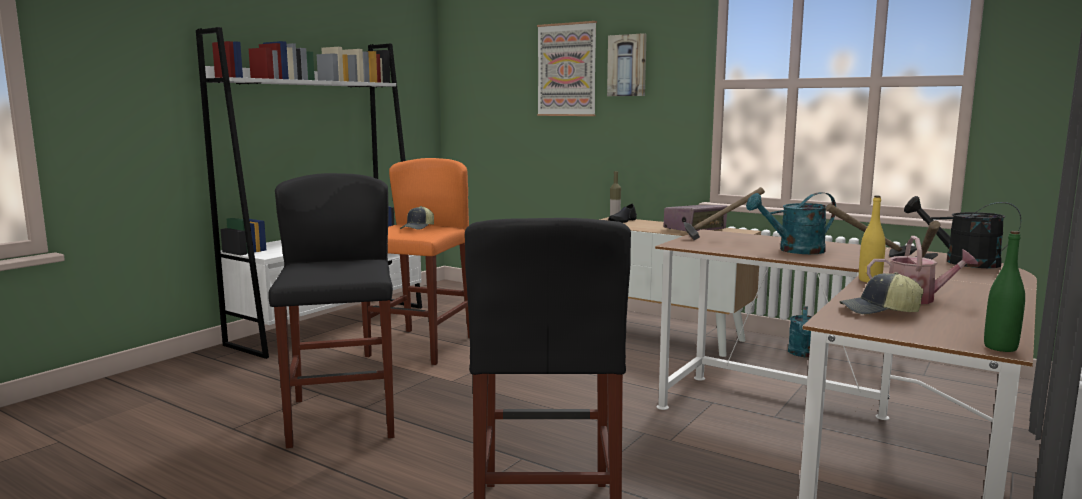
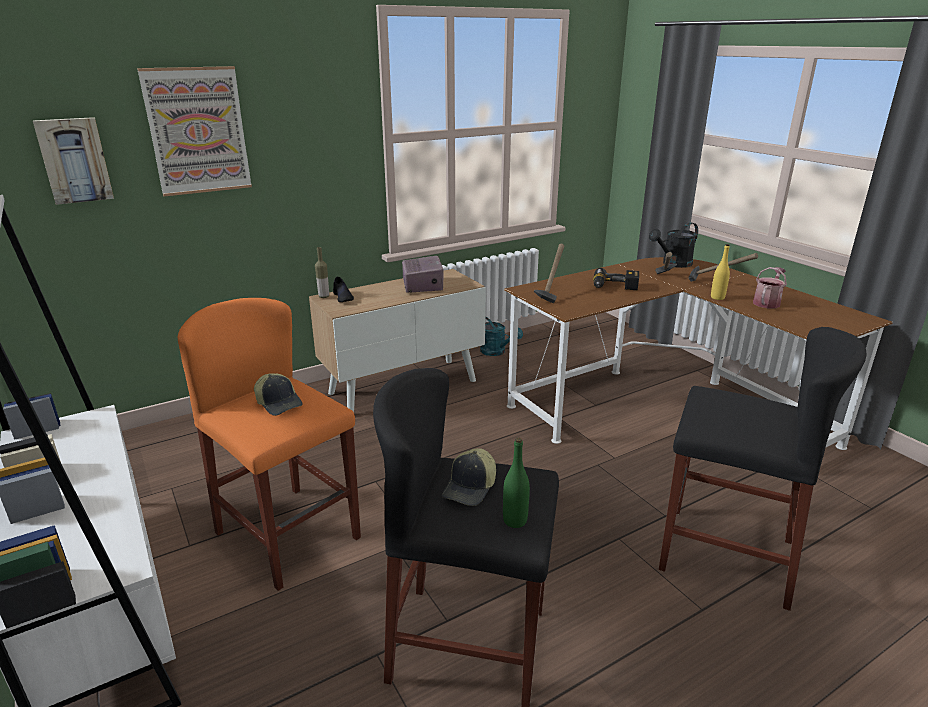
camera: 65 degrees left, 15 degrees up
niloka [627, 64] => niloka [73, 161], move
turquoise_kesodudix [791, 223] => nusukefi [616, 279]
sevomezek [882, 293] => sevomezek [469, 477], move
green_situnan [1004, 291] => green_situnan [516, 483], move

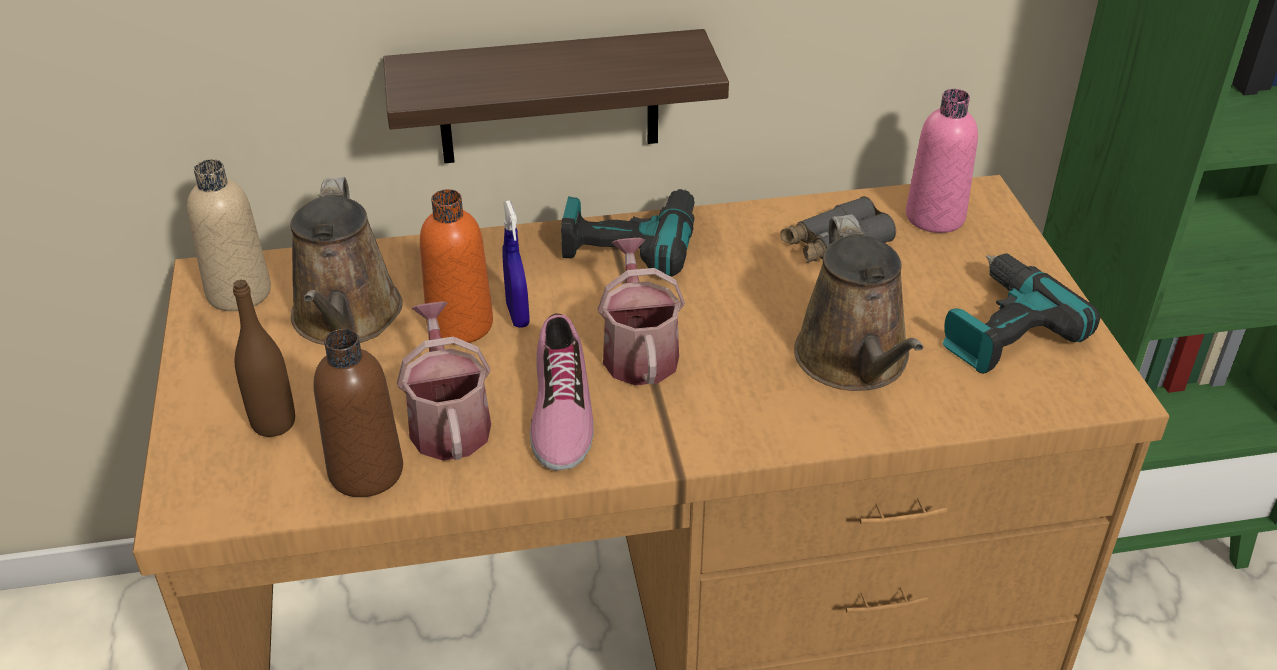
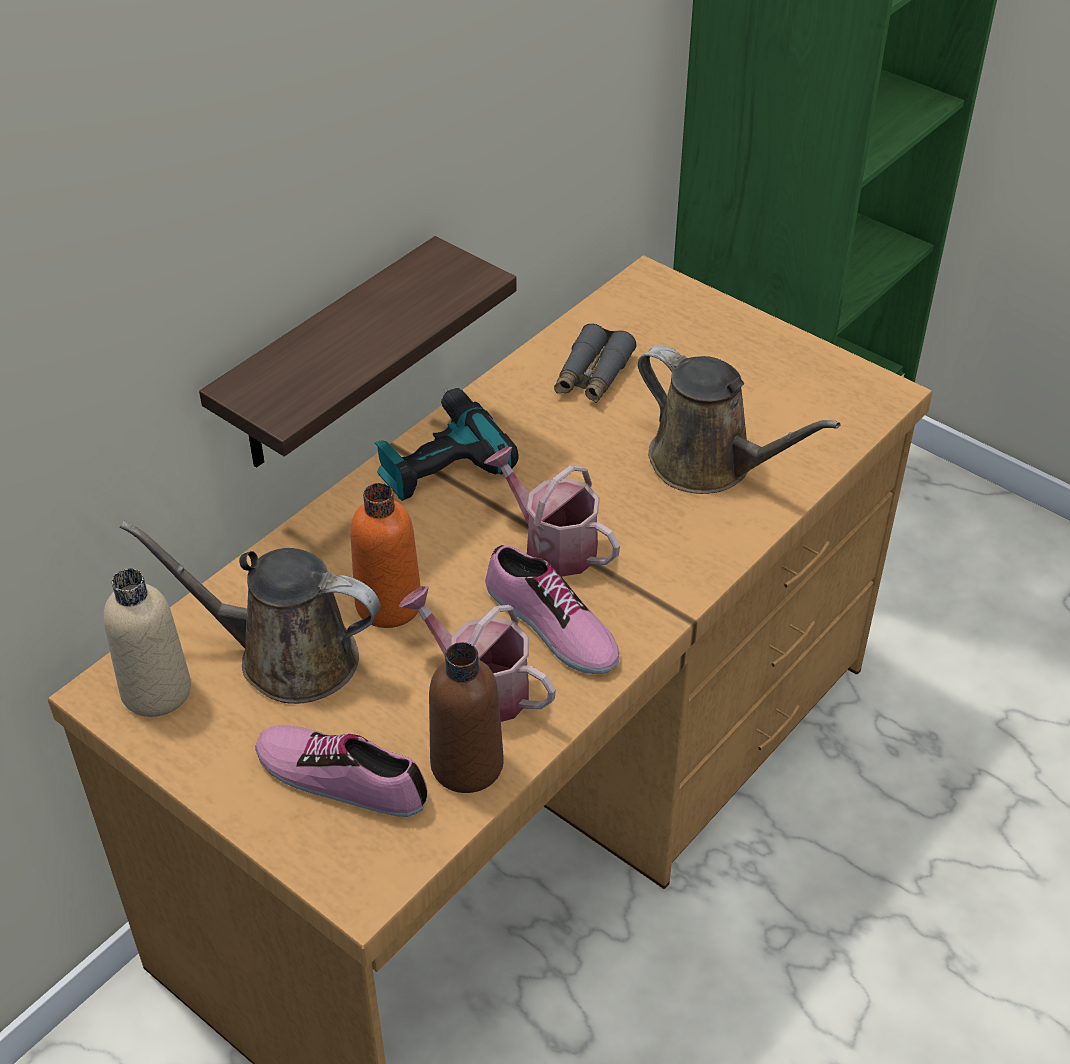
camera: 40 degrees left, 5 degrees up
brown_situnan [264, 358] => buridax [341, 771]
brown_kesodudix [346, 261] => brown_kesodudix [250, 612], 150 degrees clockwise
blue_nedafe [516, 264] => nothing
pink_situnan [942, 161] => nothing
nusukefi [1021, 313] => nothing

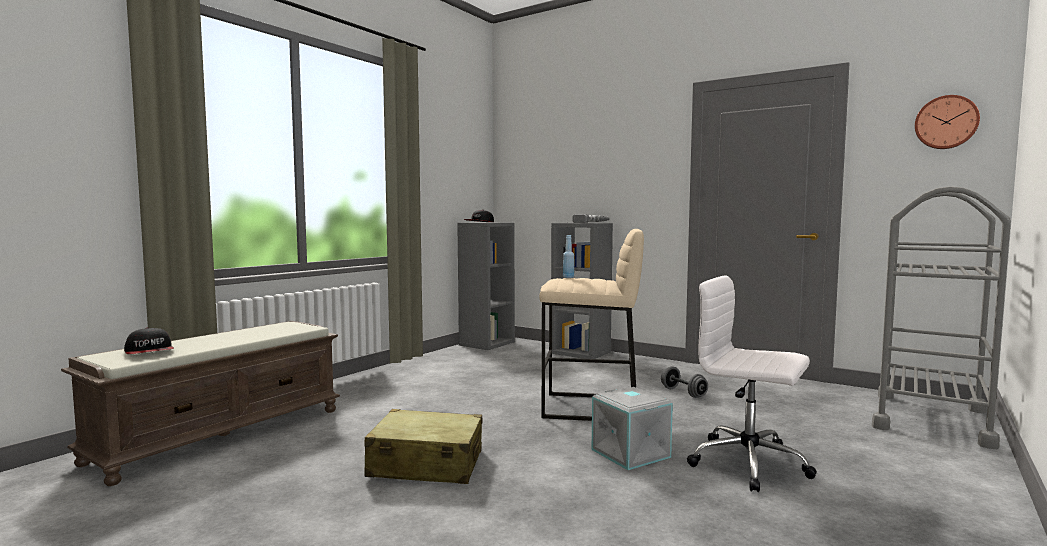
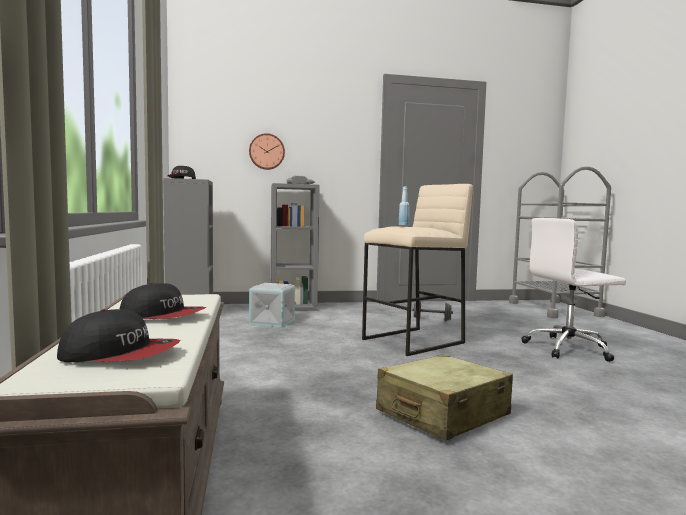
camera: 45 degrees left, 0 degrees up
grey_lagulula [632, 428] => grey_lagulula [272, 305], move
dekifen [947, 122] => dekifen [267, 151], move
nothing => sevomezek [163, 301]

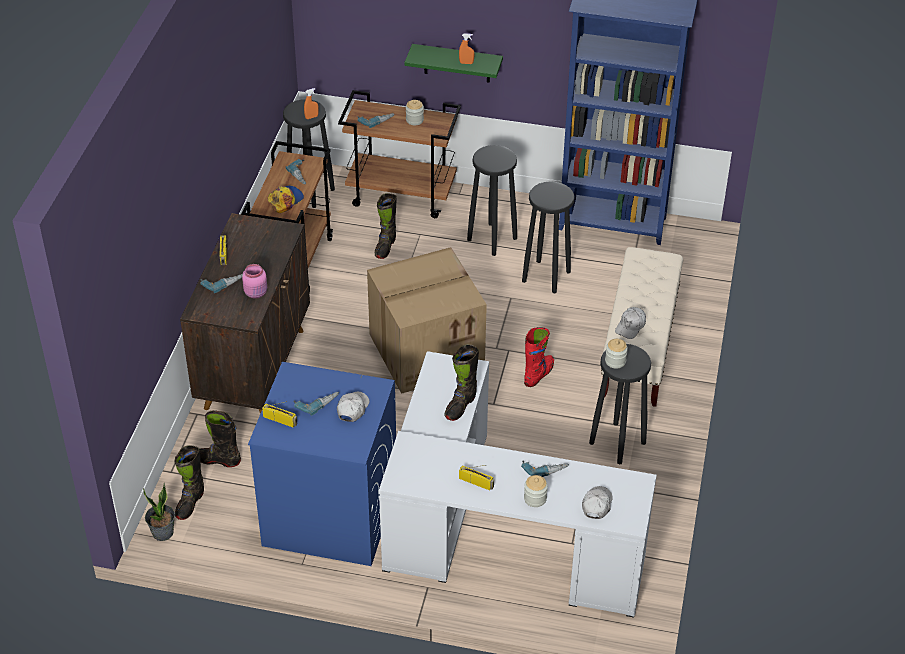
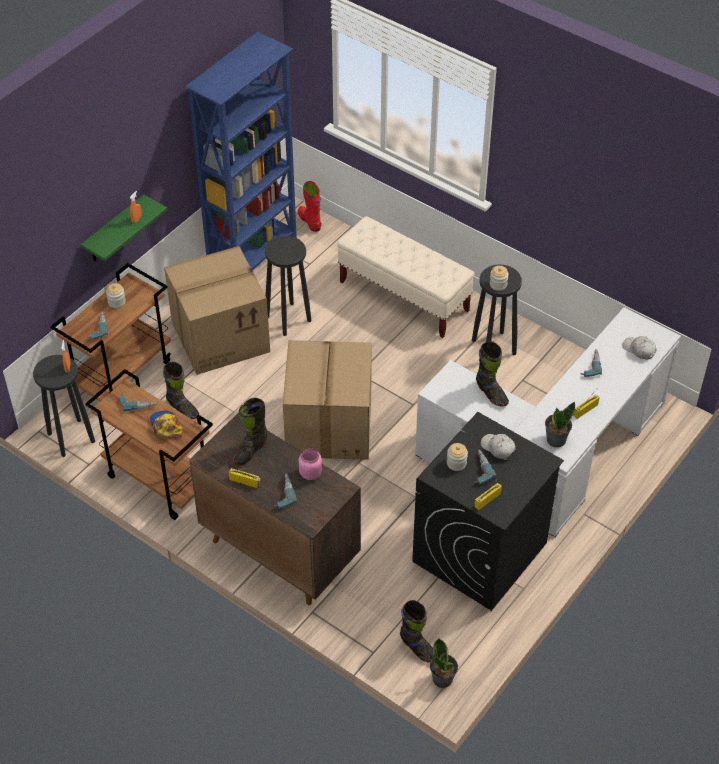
camera: 65 degrees left, 5 degrees up
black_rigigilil [220, 438] => black_rigigilil [250, 431], move
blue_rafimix [322, 464] => black_rafimix [488, 511]
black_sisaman [492, 200] => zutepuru [217, 310]
red_rigigilil [539, 357] => red_rigigilil [310, 206], move
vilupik [536, 491] => vilupik [457, 457], move
white_sevomezek [630, 323] => nothing
nothing => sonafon [560, 424]

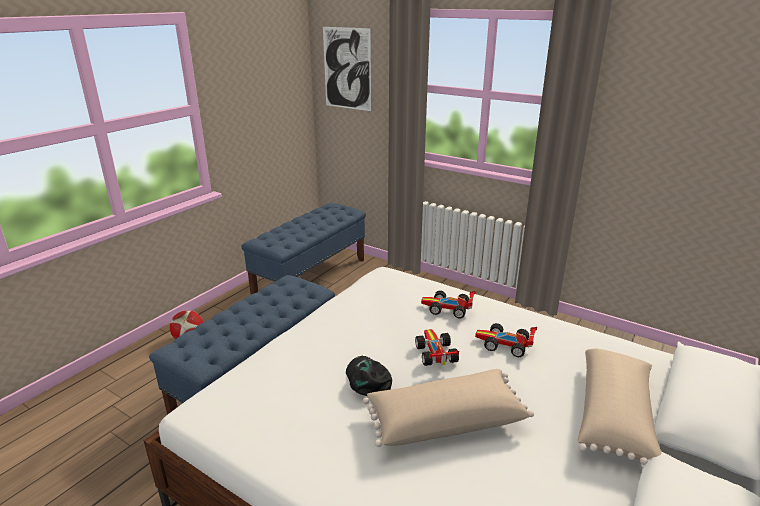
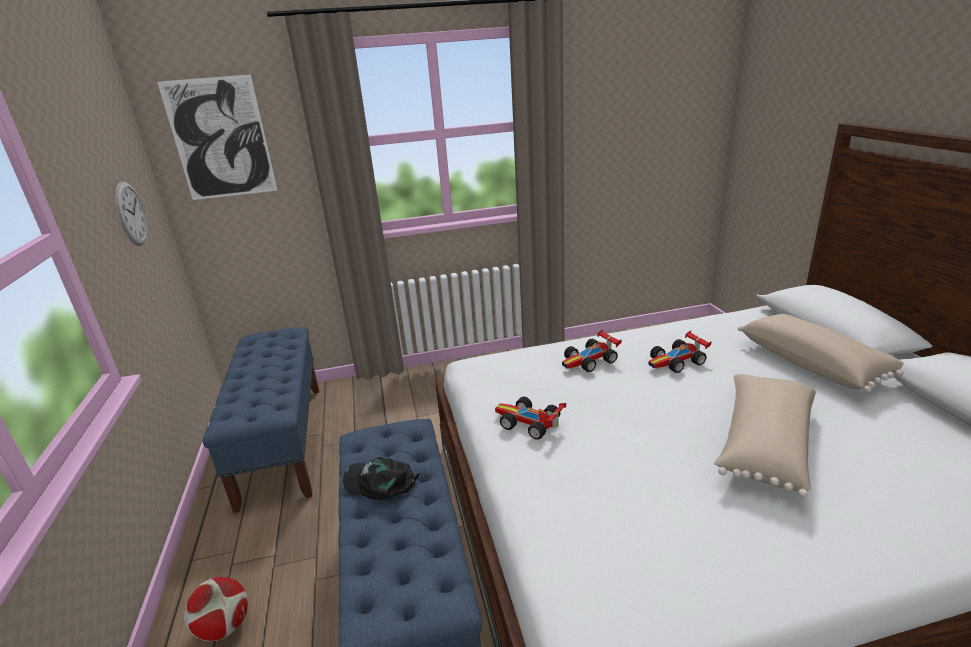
camera: 45 degrees left, 0 degrees up
black_sevomezek [369, 376] => black_sevomezek [381, 478], move
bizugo [437, 347] => bizugo [530, 418], move
nothing => dekifen [131, 214]

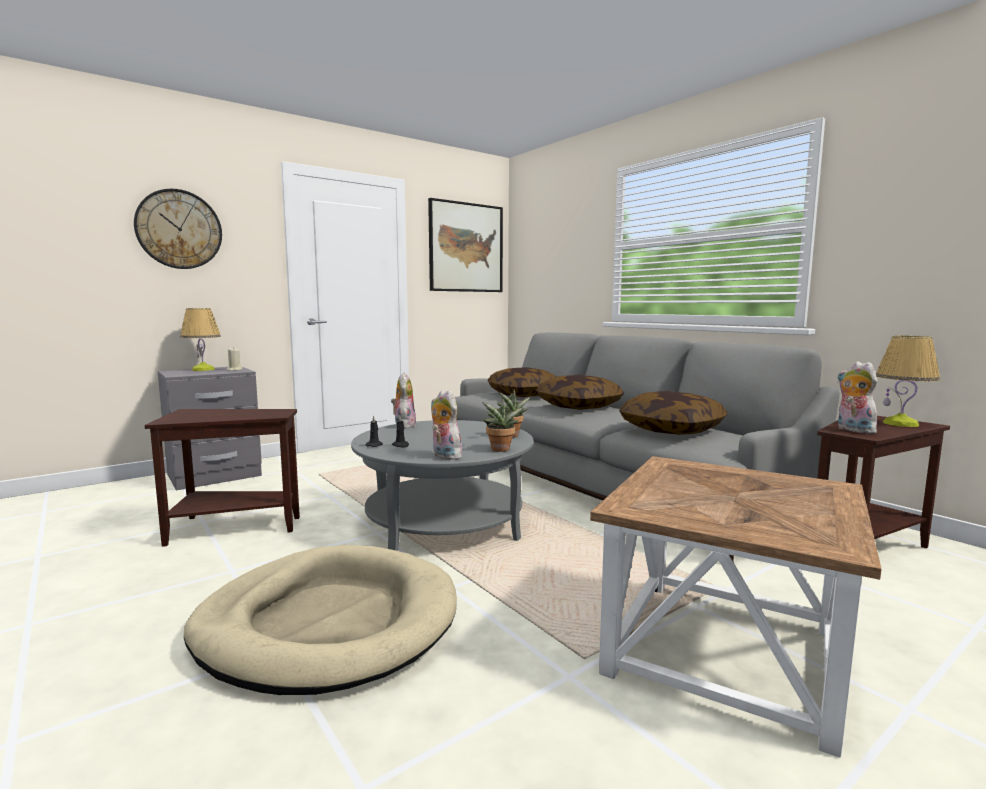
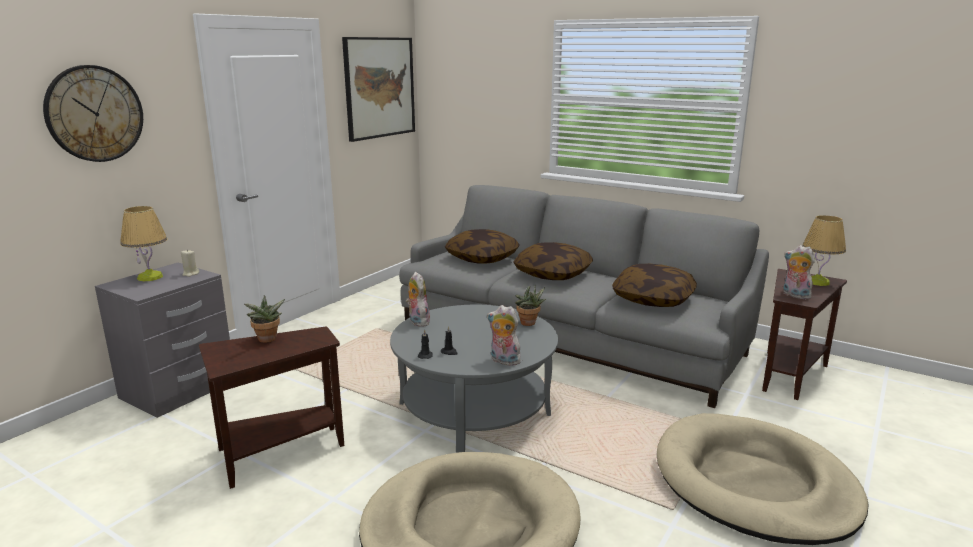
camera: 20 degrees left, 10 degrees up
sonafon [502, 425] => sonafon [264, 319], move
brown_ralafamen [736, 606] => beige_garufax [763, 479]

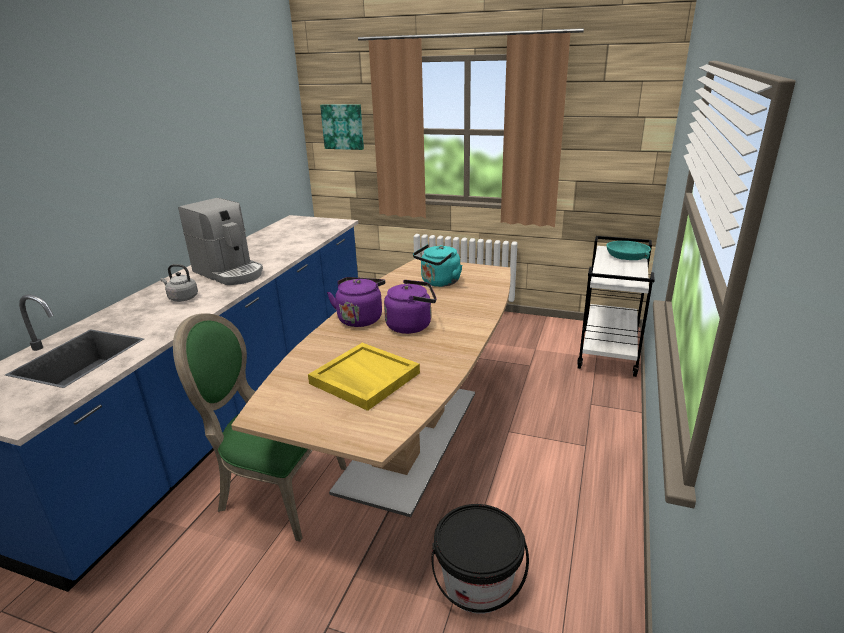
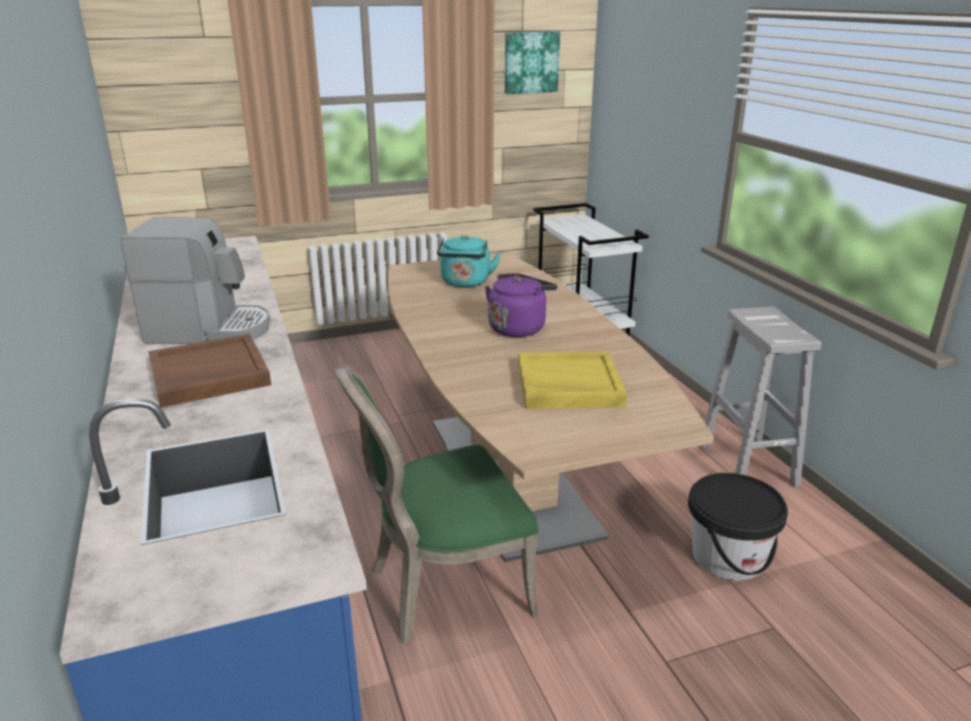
camera: 40 degrees left, 0 degrees up
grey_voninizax [179, 283] => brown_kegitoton [209, 371]
niloka [342, 127] => niloka [532, 63], move
purple_voninizax [356, 302] => nothing
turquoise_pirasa [629, 250] => nothing
nothing => white_sisaman [760, 397]

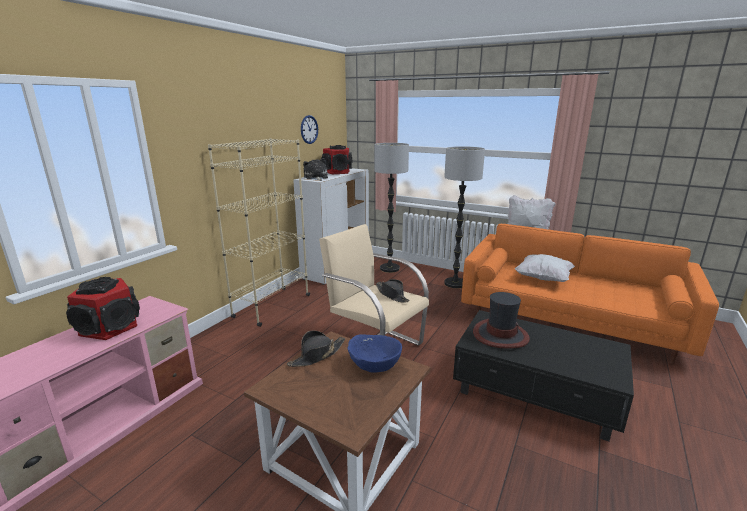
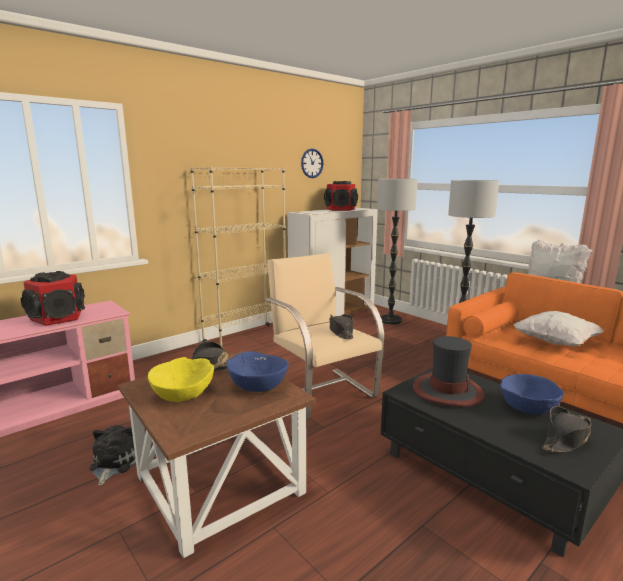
camera: 20 degrees right, 5 degrees down
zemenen [315, 169] => zemenen [112, 455], move
nothing => yellow_pirasa [181, 379]
nothing => blue_pirasa [532, 394]
nothing => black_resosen [566, 429]

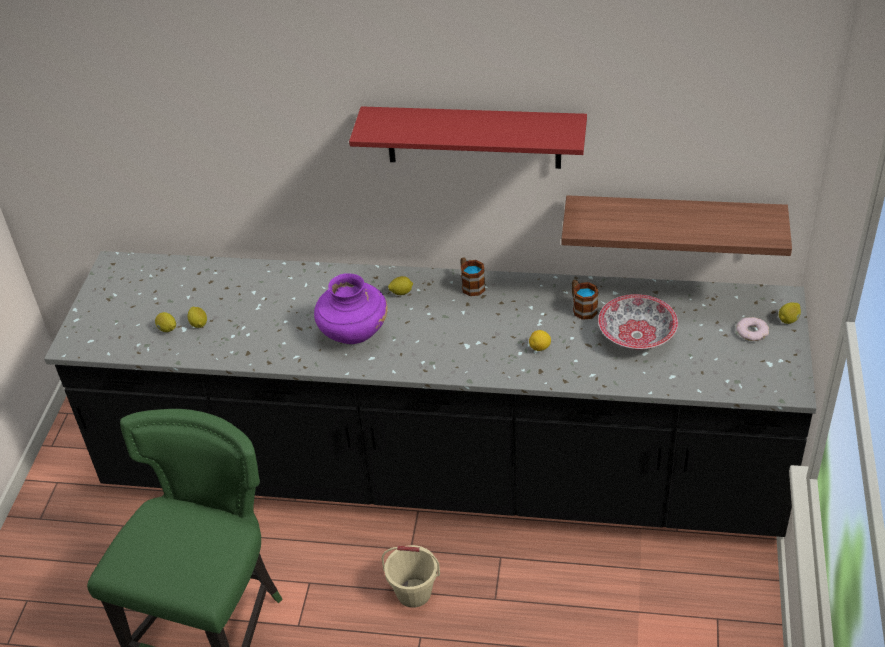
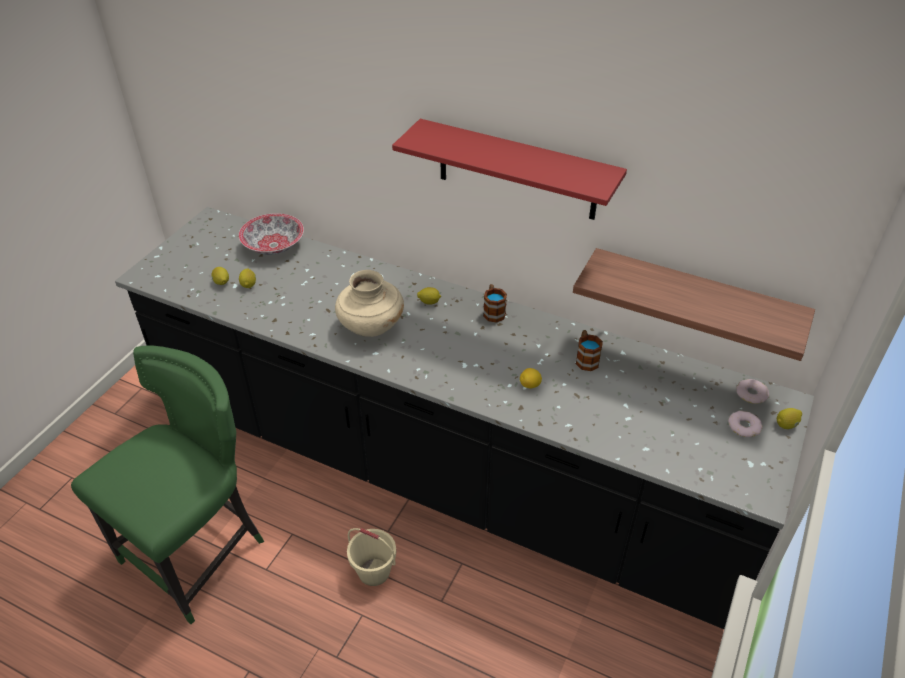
camera: 15 degrees right, 0 degrees up
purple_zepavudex [351, 308] => beige_zepavudex [369, 303]
pirasa [638, 322] => pirasa [271, 234], move
nothing => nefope [752, 391]

